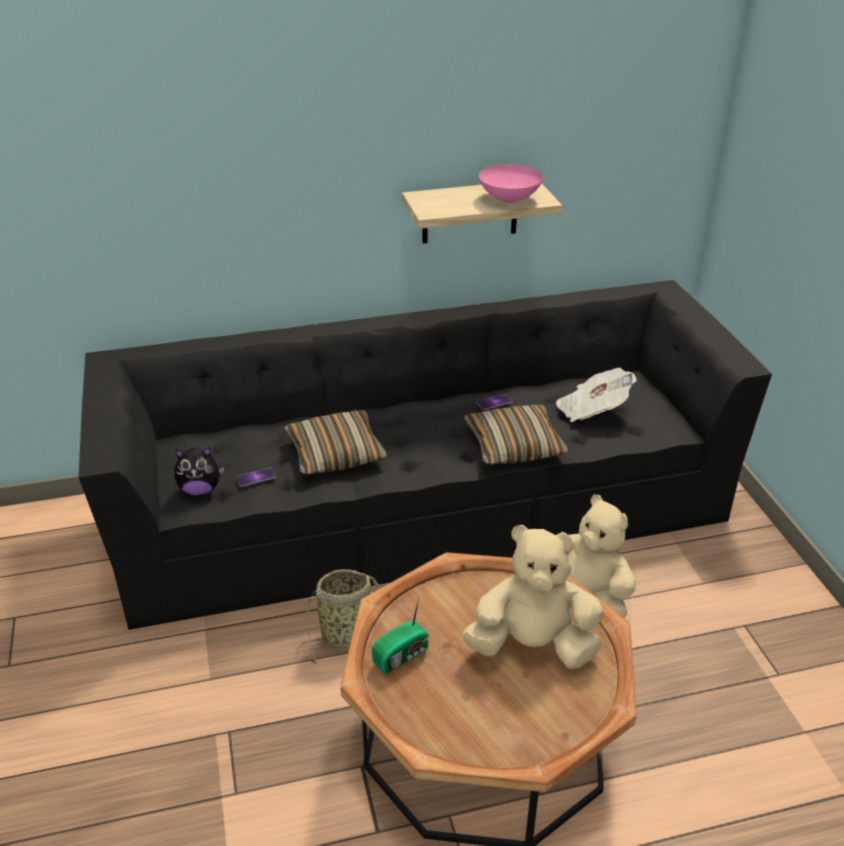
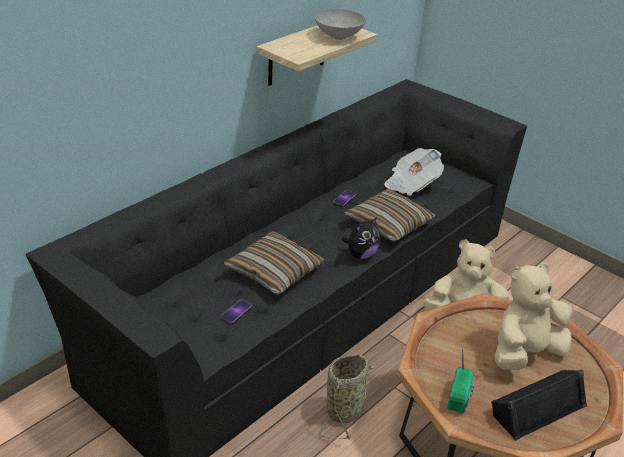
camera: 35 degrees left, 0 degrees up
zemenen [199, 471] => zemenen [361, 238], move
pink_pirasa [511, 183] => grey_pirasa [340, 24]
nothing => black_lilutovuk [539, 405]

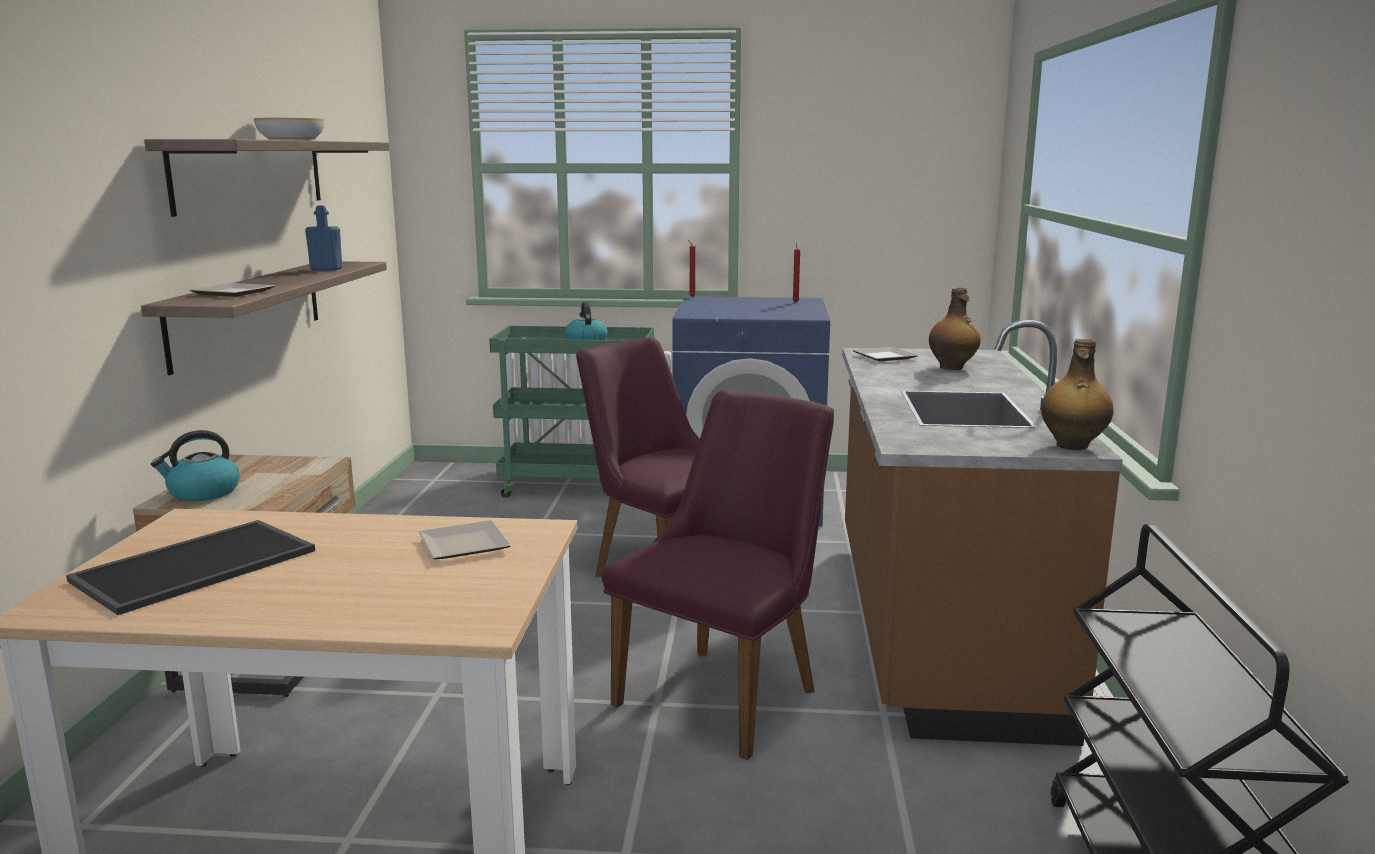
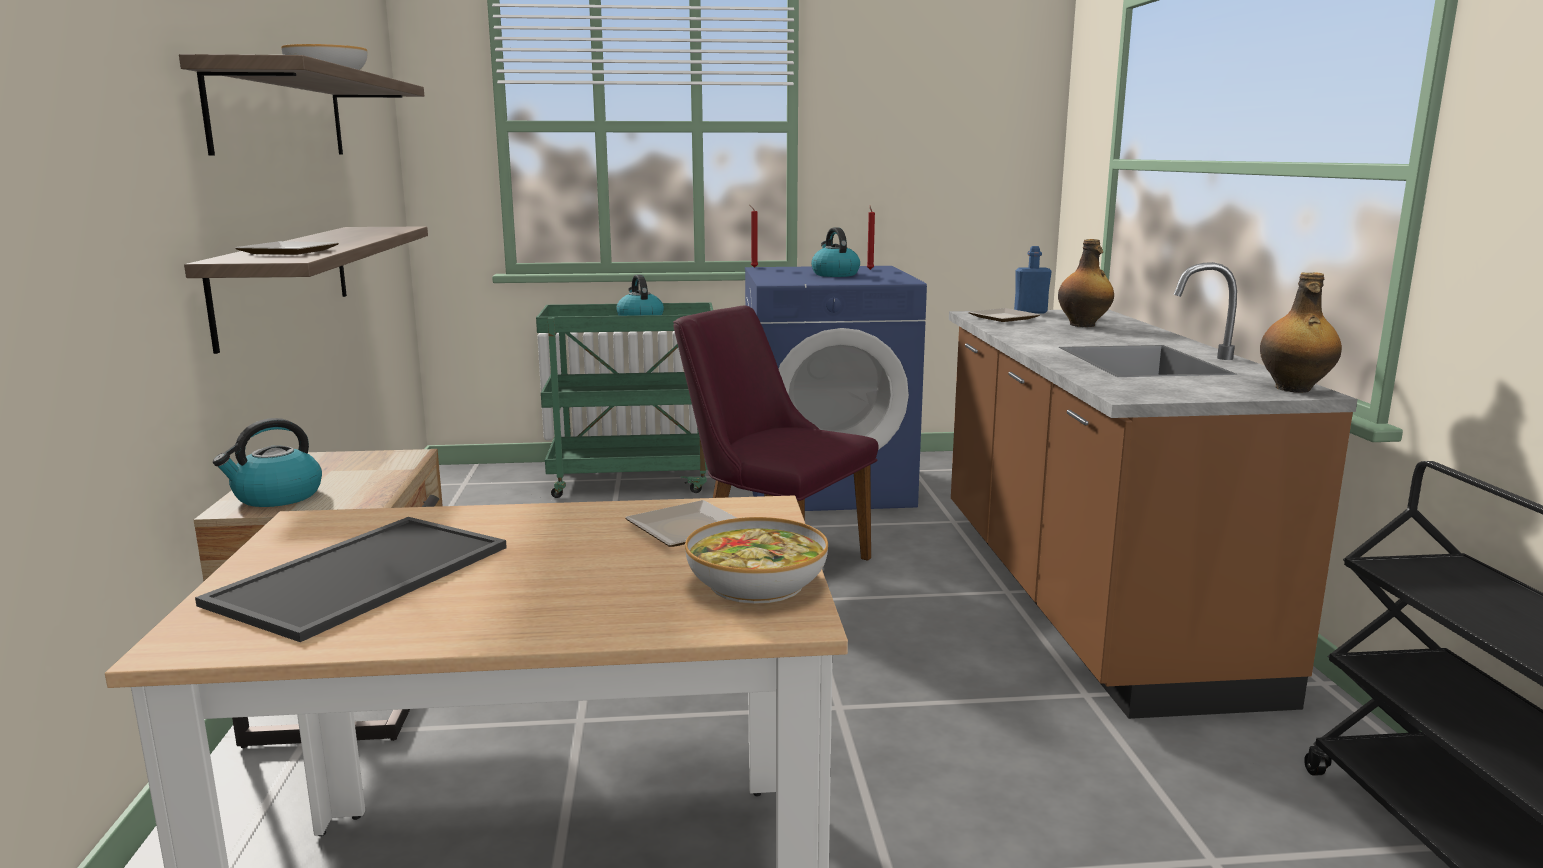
camera: 10 degrees left, 0 degrees up
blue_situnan [324, 238] => blue_situnan [1033, 279], move
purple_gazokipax [718, 575] => nothing
nothing => pirasa [756, 560]
nothing => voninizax [835, 252]

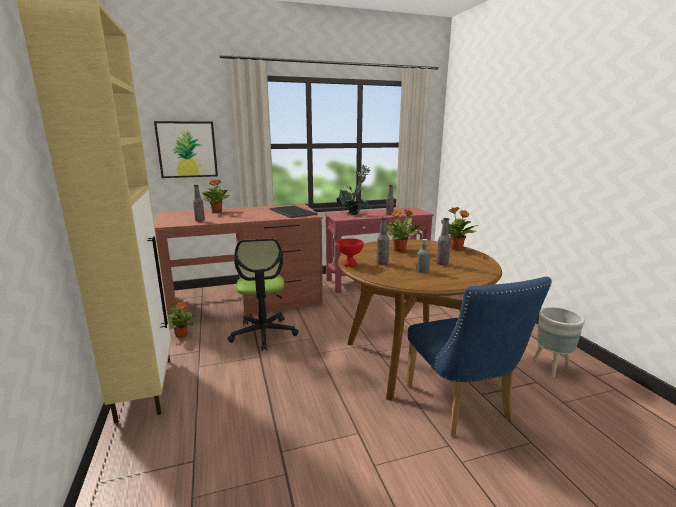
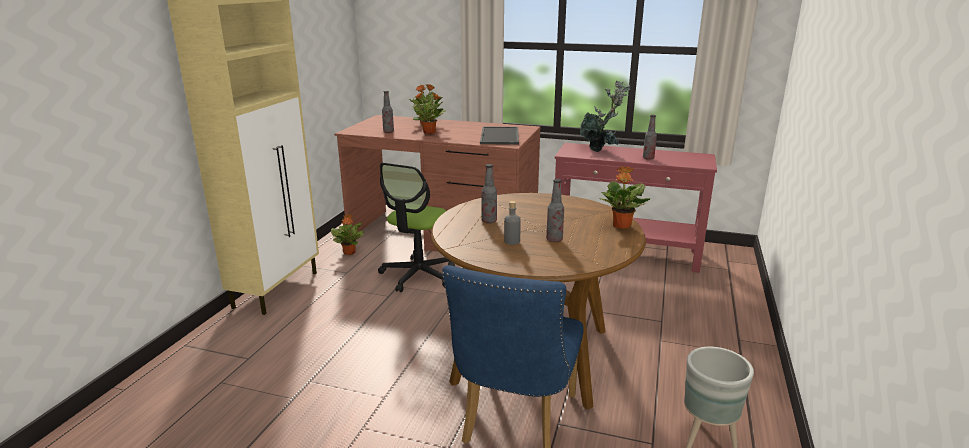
camera: 35 degrees right, 5 degrees up
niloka [186, 149] => nothing
red_pirasa [350, 252] => nothing
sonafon [404, 231] => sonafon [429, 113], move

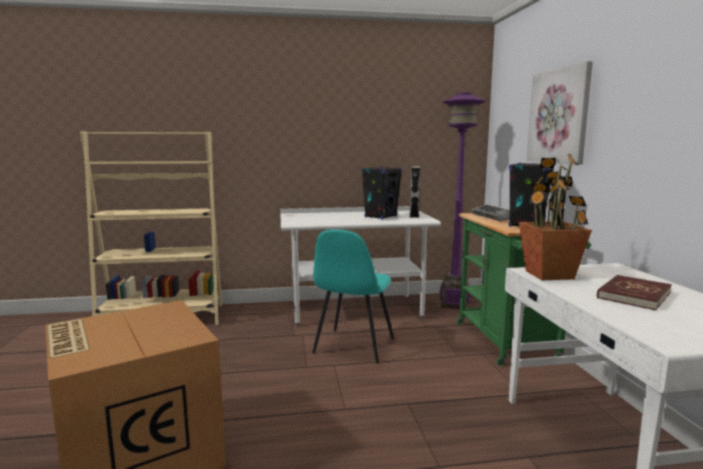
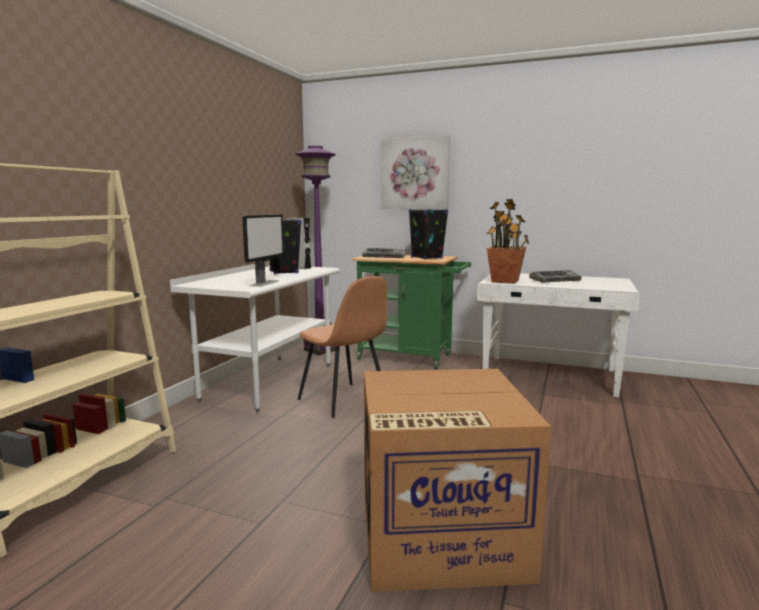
camera: 60 degrees left, 0 degrees up
turquoise_gazokipax [353, 296] => brown_gazokipax [342, 347]
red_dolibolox [634, 292] => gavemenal [555, 276]
nothing => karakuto [263, 250]

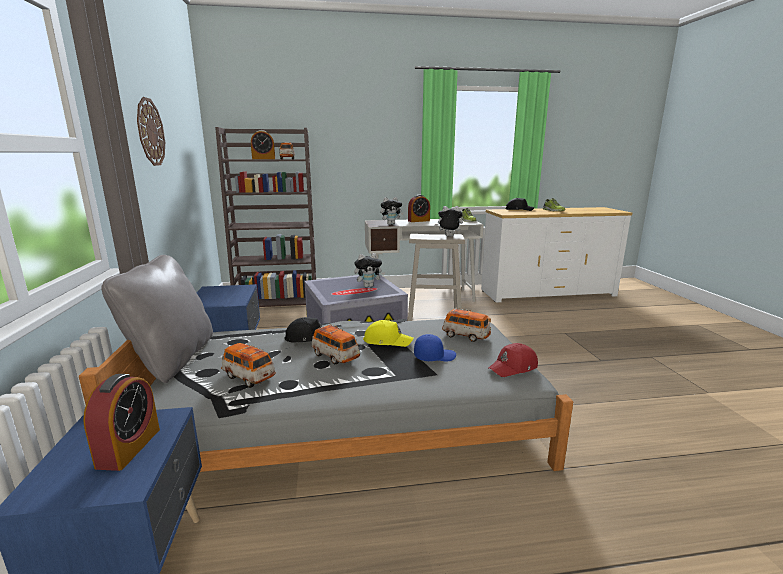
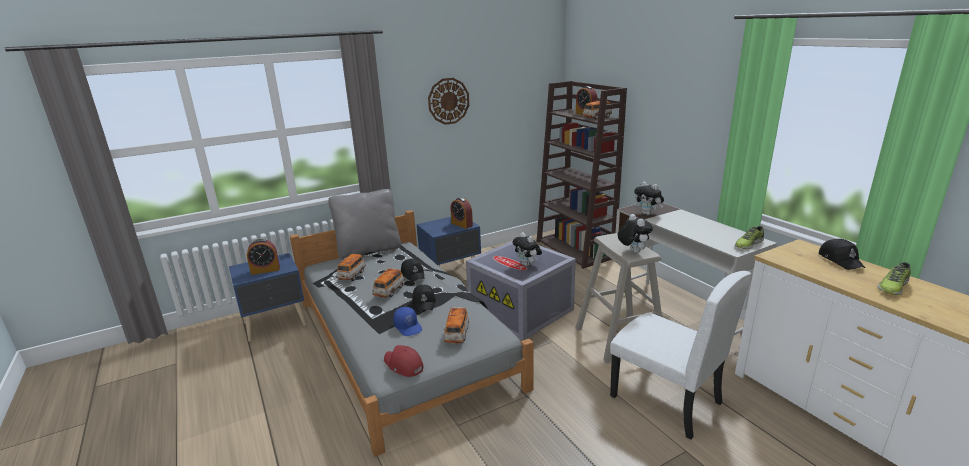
camera: 70 degrees right, 5 degrees up
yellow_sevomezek [388, 333] => black_sevomezek [424, 298]
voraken [419, 208] => voraken [461, 213], move
nothing => white_gazokipax [681, 355]

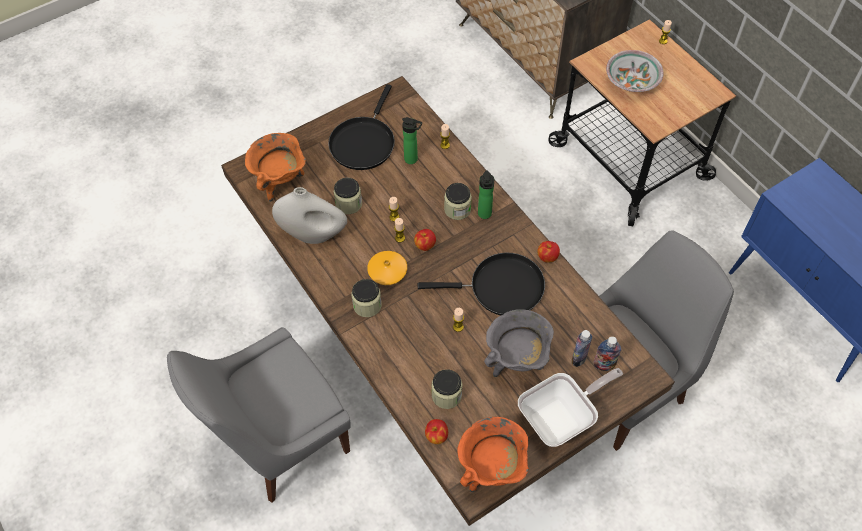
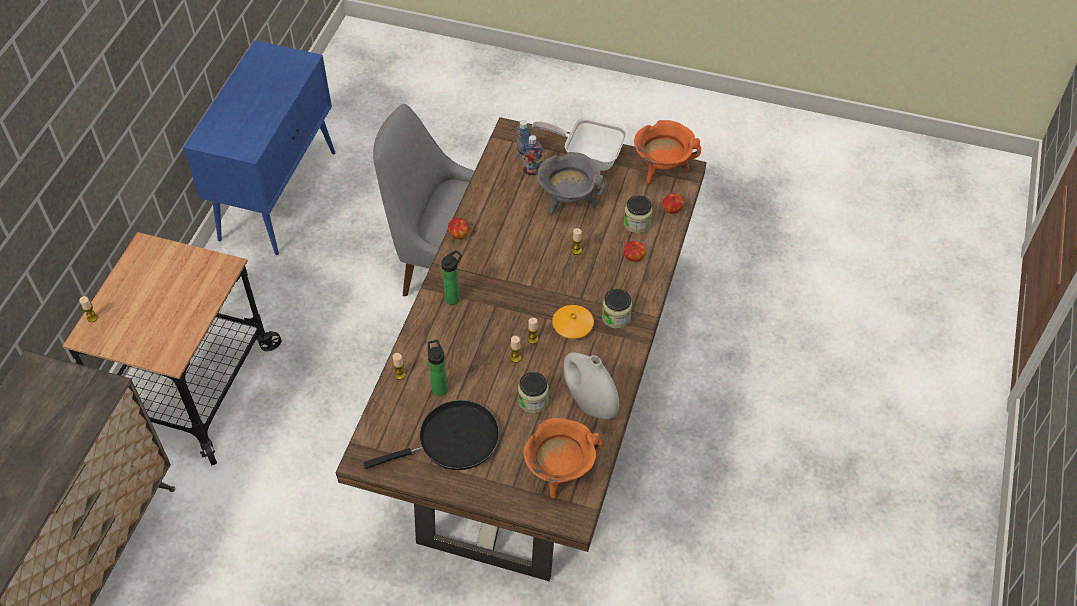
camera: 130 degrees left, 5 degrees down
grey_gazokipax [259, 415] => nothing
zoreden [425, 240] => zoreden [635, 251], move
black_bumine [481, 283] => nothing
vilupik [458, 201] => nothing
pirasa [634, 71] => nothing

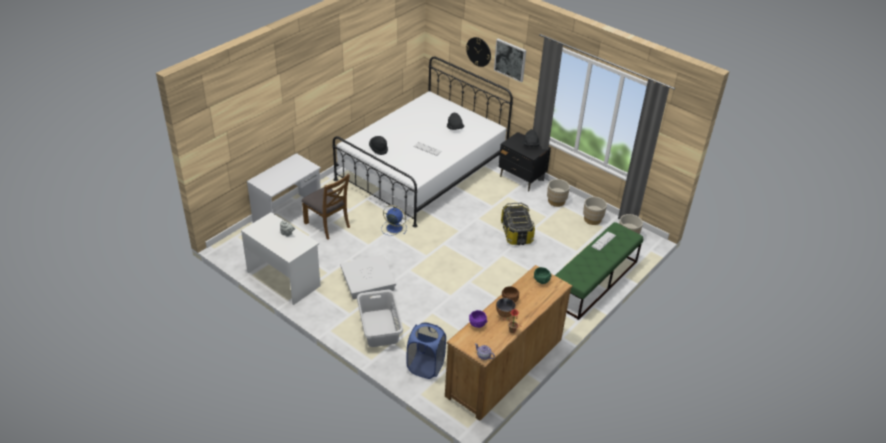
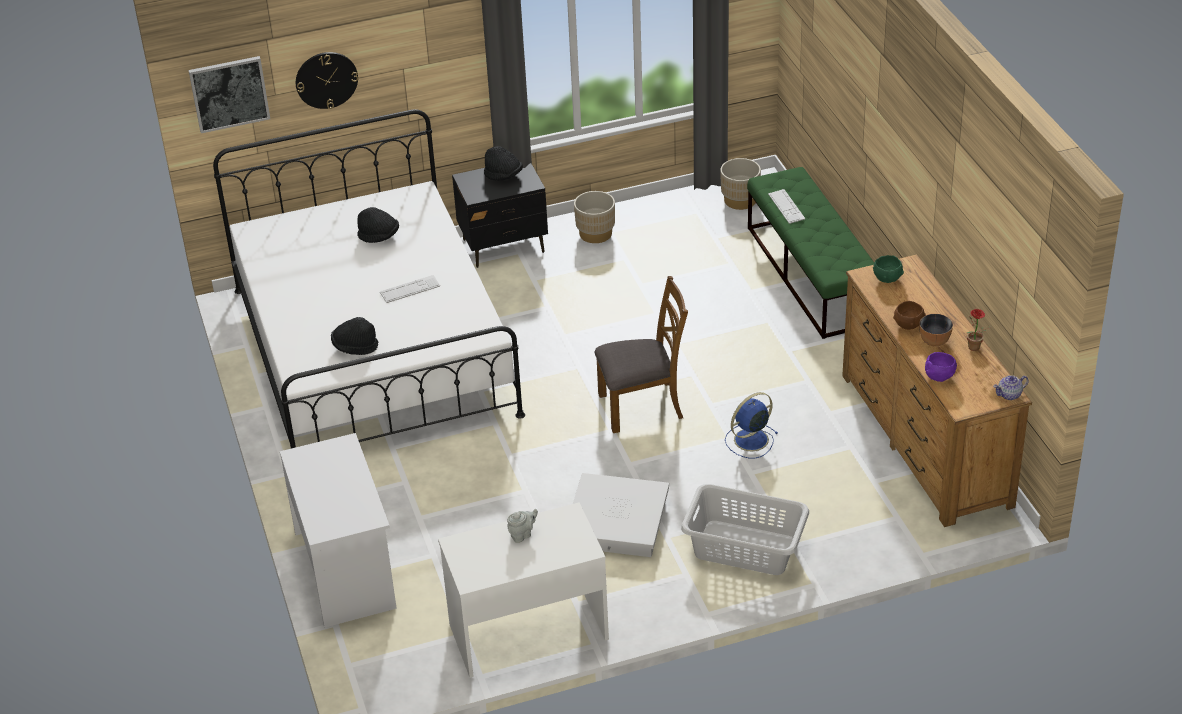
camera: 55 degrees left, 0 degrees up
brown_gazokipax [326, 206] => brown_gazokipax [641, 354], move
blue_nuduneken [394, 220] => blue_nuduneken [751, 425], move
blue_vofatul [426, 351] => nothing
niloka [510, 60] => niloka [229, 94], move
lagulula [518, 224] => nothing
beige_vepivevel [595, 211] => nothing

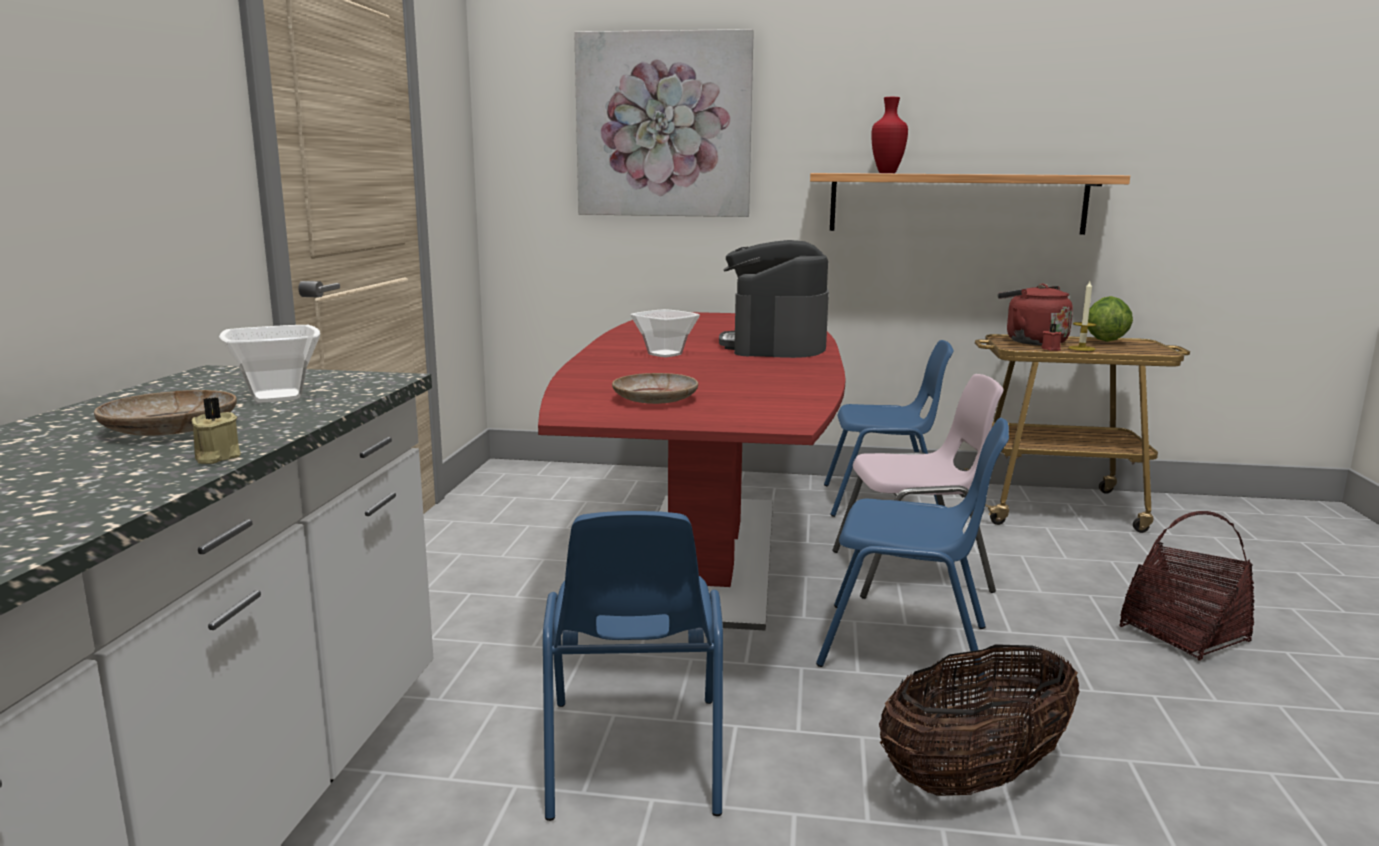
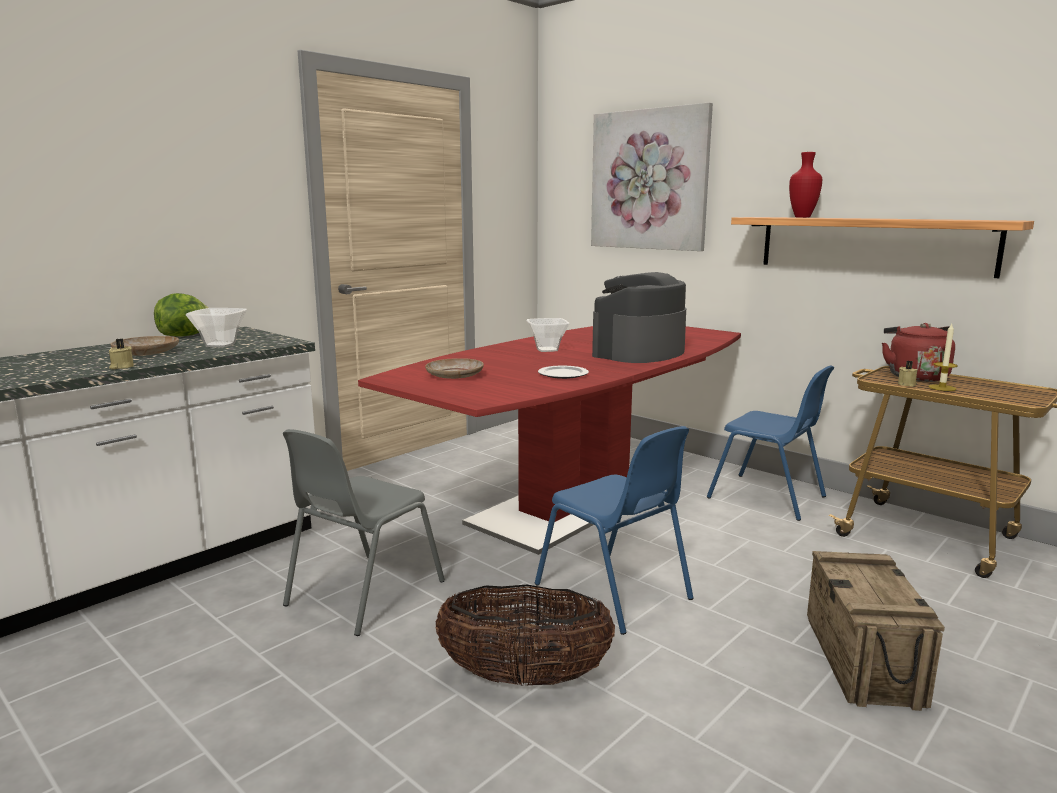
camera: 35 degrees right, 0 degrees up
blue_gazokipax [633, 666] => grey_gazokipax [364, 532]
pink_gazokipax [918, 486] => nothing
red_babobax [1051, 337] => beige_babobax [908, 374]
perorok [1110, 319] => perorok [181, 315], move
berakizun [1187, 586] => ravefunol [876, 631]
nothing => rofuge [563, 372]

